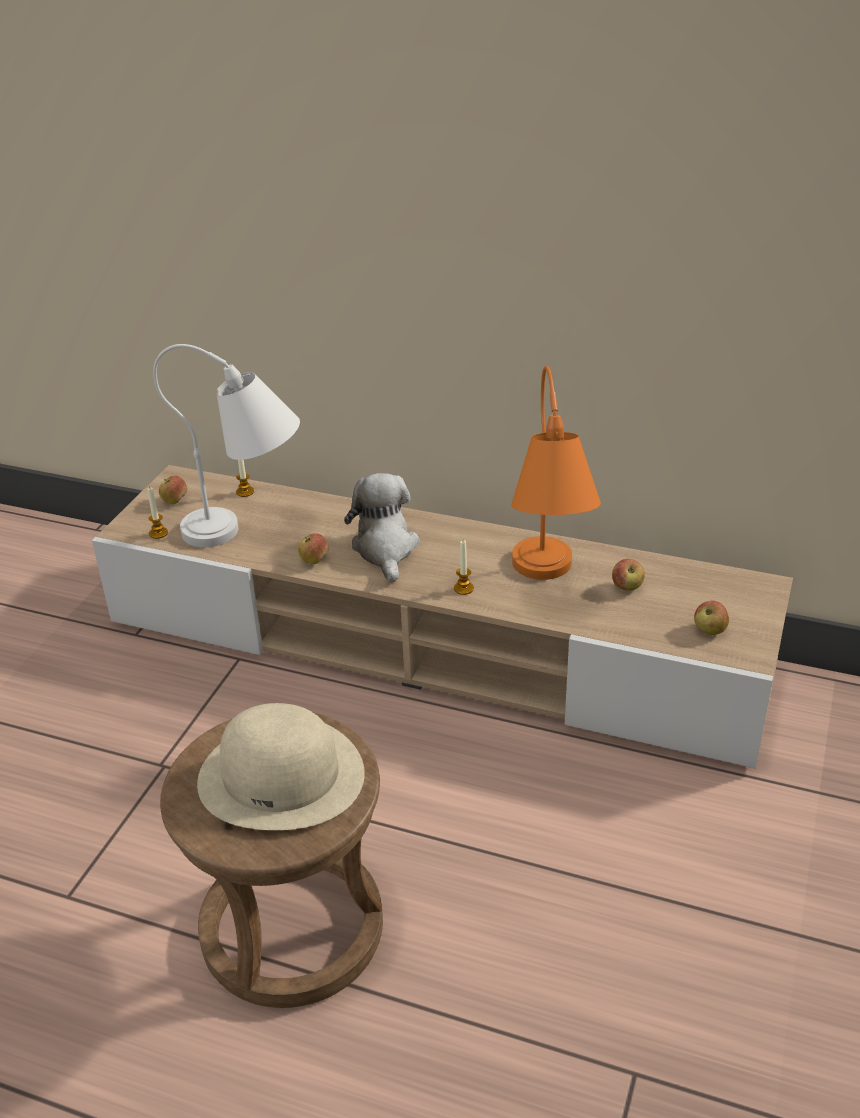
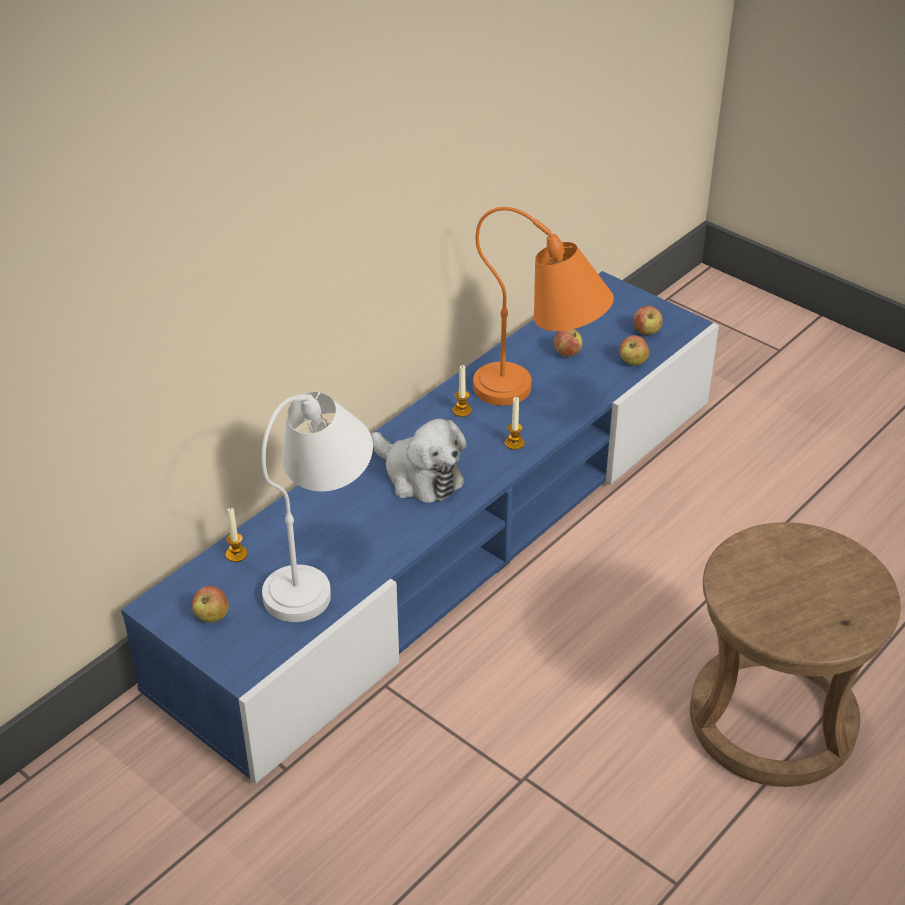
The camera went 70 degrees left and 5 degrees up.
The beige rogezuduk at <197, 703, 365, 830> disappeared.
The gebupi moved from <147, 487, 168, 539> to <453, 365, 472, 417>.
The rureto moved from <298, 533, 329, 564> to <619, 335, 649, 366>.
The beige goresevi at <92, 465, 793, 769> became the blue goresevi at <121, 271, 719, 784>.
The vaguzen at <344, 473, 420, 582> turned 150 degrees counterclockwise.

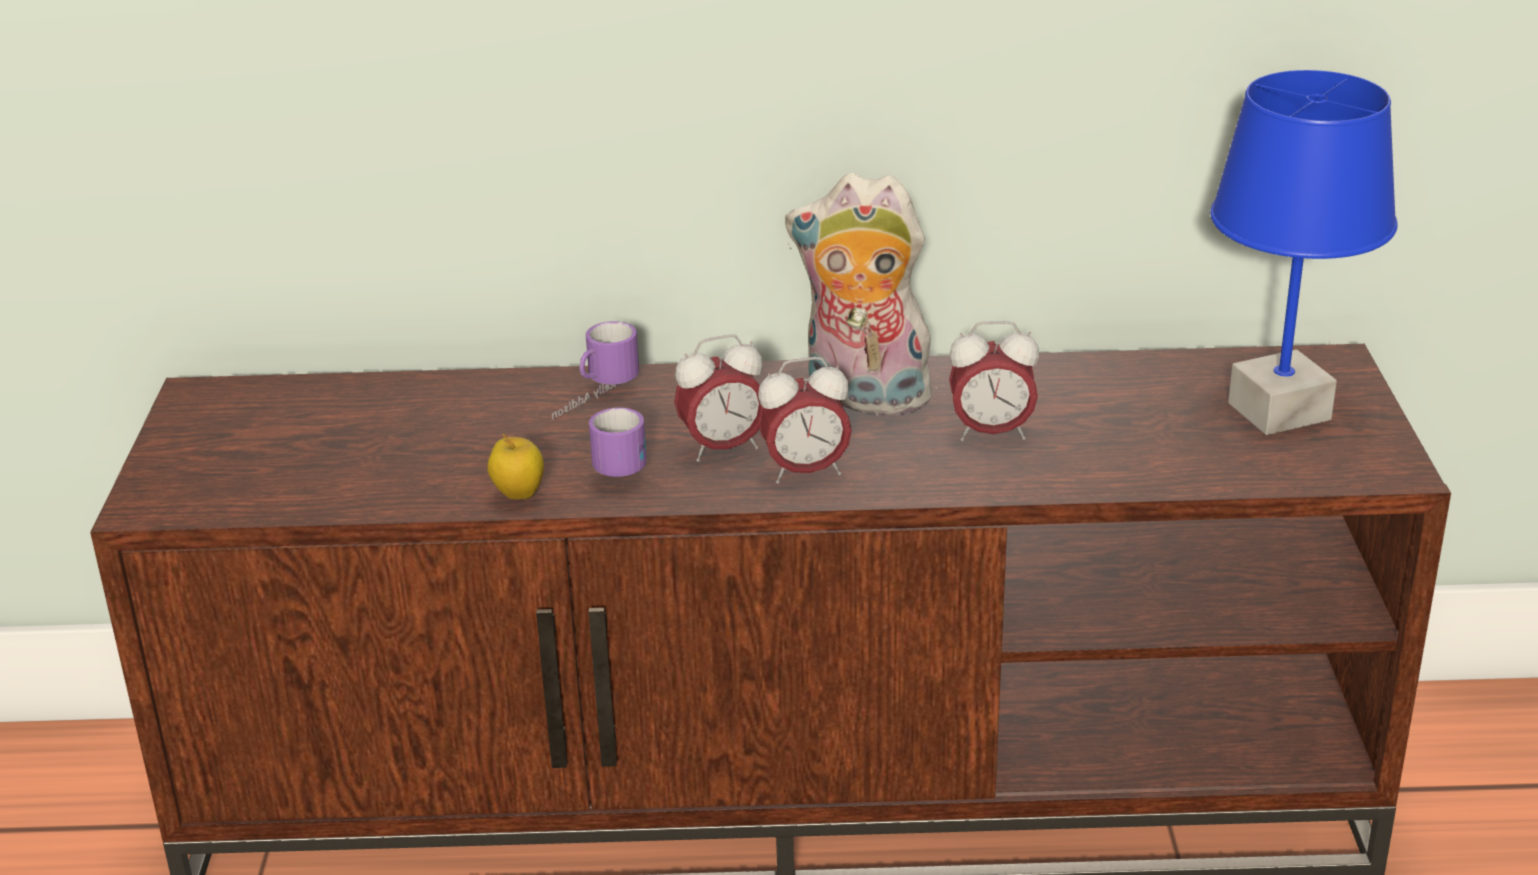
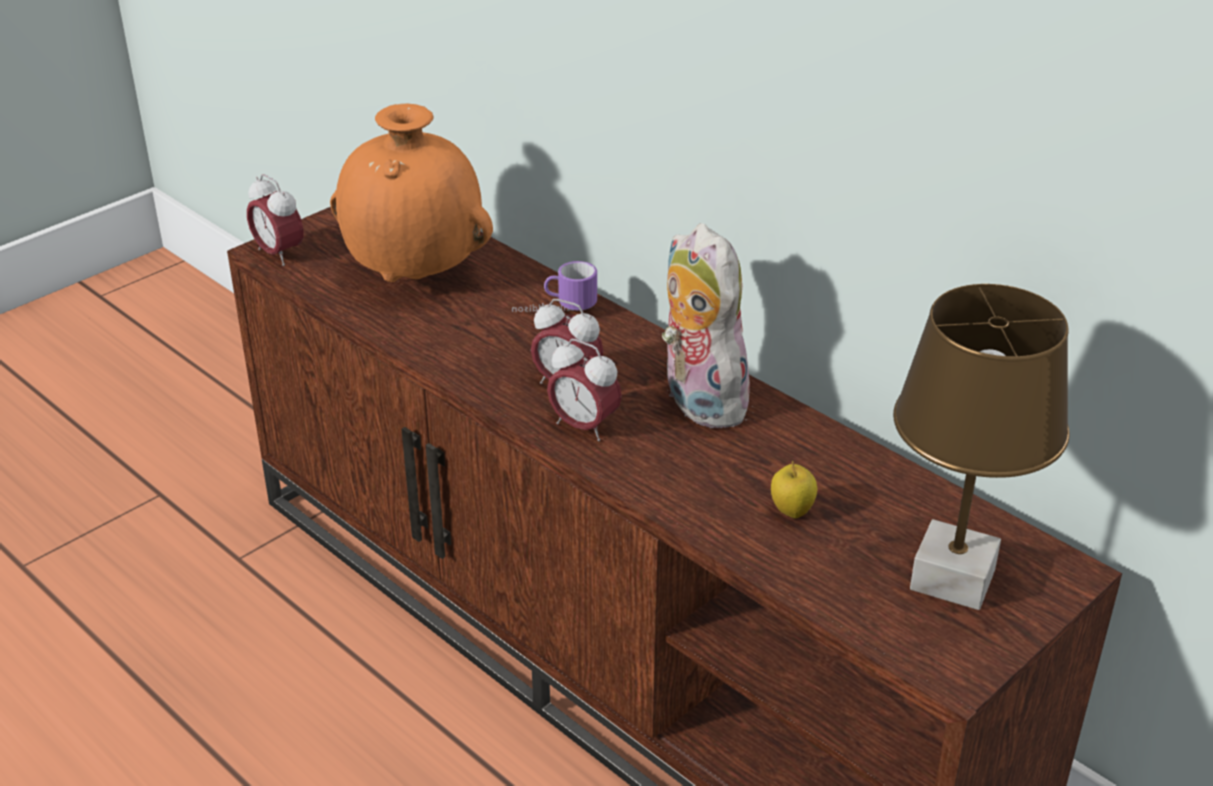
The camera went 45 degrees right and 5 degrees up.
The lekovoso at <589, 408, 646, 477> disappeared.
The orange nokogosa at <330, 103, 493, 282> appeared.
The rureto moved from <487, 434, 544, 499> to <771, 461, 817, 519>.
The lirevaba moved from <949, 321, 1039, 441> to <247, 174, 303, 266>.
The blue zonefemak at <1210, 70, 1397, 435> became the brown zonefemak at <893, 284, 1069, 610>.

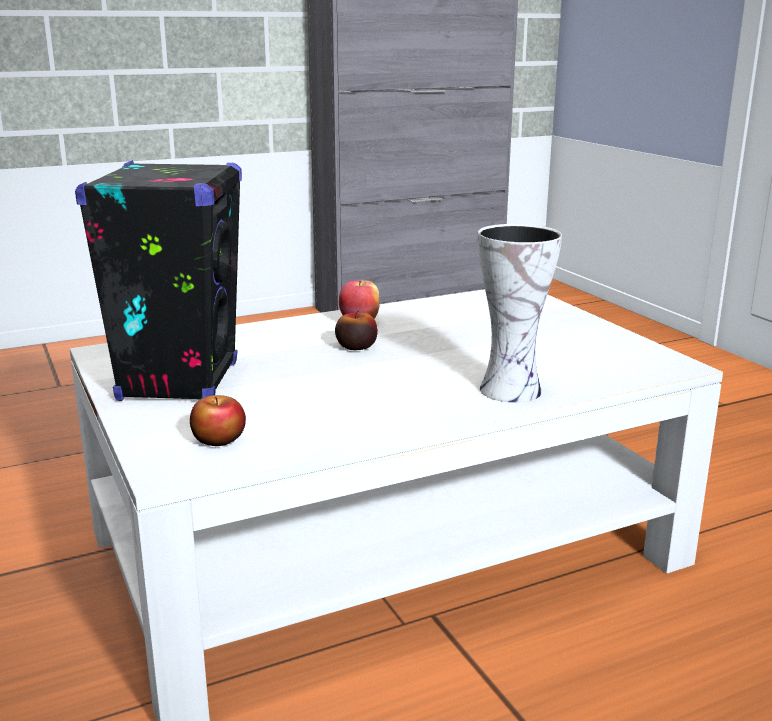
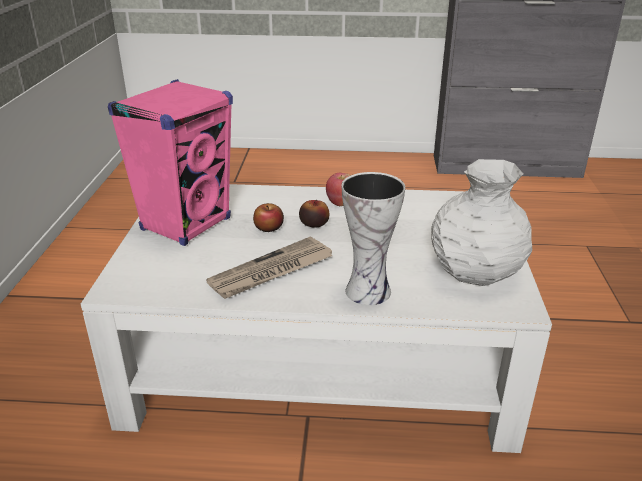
The camera went 30 degrees right and 10 degrees up.
The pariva at <206, 236, 333, 299> appeared.
The white nokogosa at <431, 159, 532, 286> appeared.
The rureto moved from <190, 395, 246, 446> to <253, 203, 284, 232>.
The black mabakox at <75, 160, 242, 401> became the pink mabakox at <108, 79, 233, 246>.

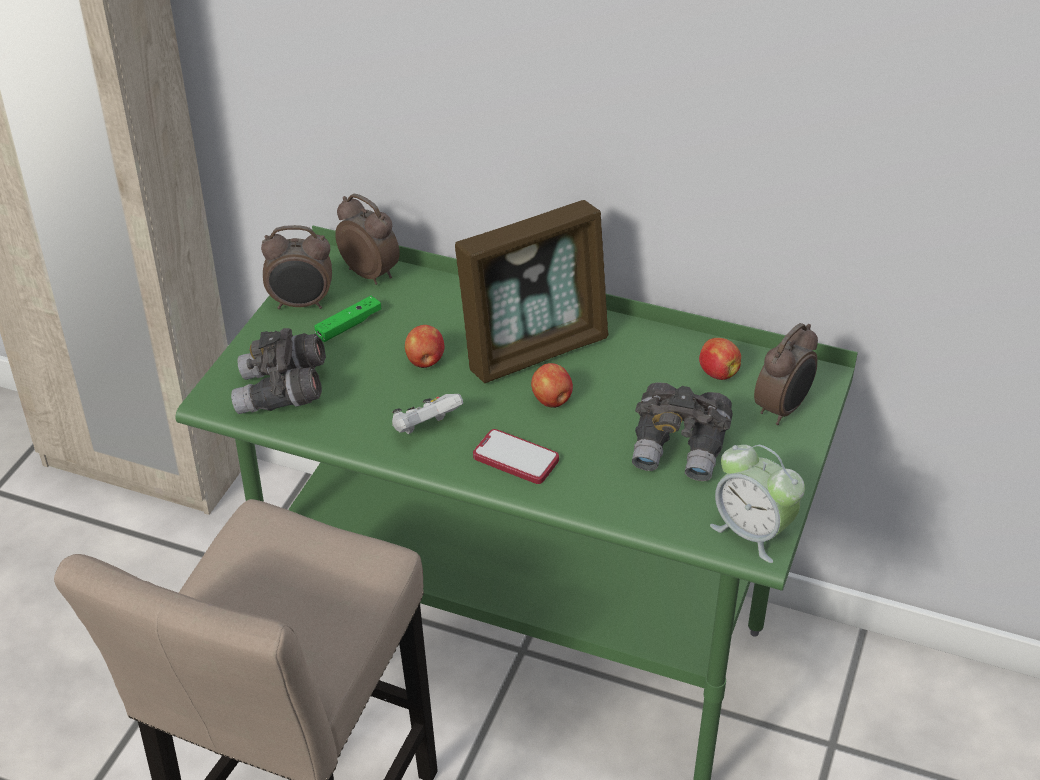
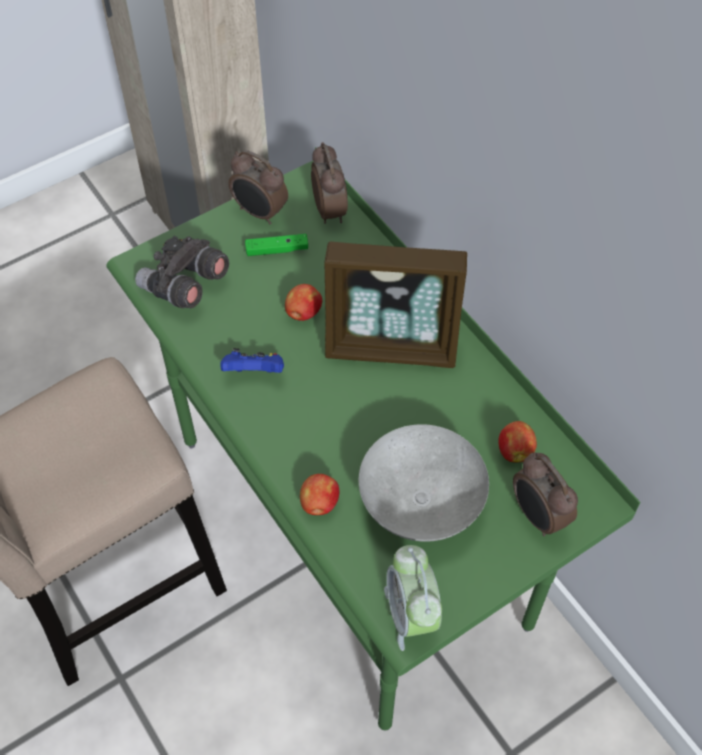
The camera went 35 degrees right and 15 degrees up.
The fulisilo at <473, 429, 559, 484> disappeared.
The rureto moved from <531, 363, 573, 408> to <300, 474, 339, 515>.
The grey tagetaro at <632, 382, 733, 481> was replaced by the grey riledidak at <359, 424, 489, 542>.
The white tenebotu at <392, 394, 463, 435> became the blue tenebotu at <220, 348, 284, 373>.
The lirevaba at <754, 323, 818, 425> turned 75 degrees clockwise.

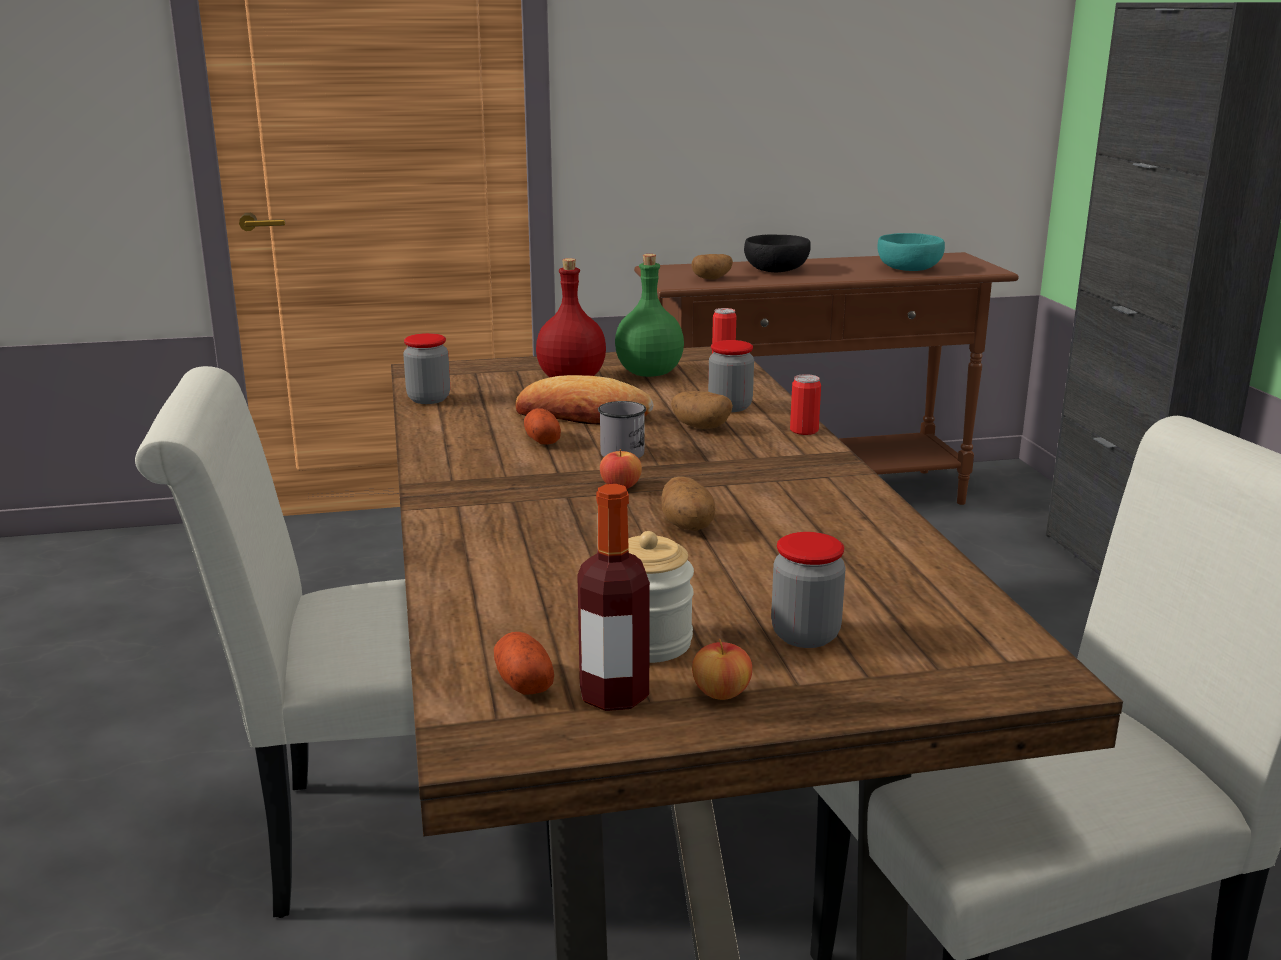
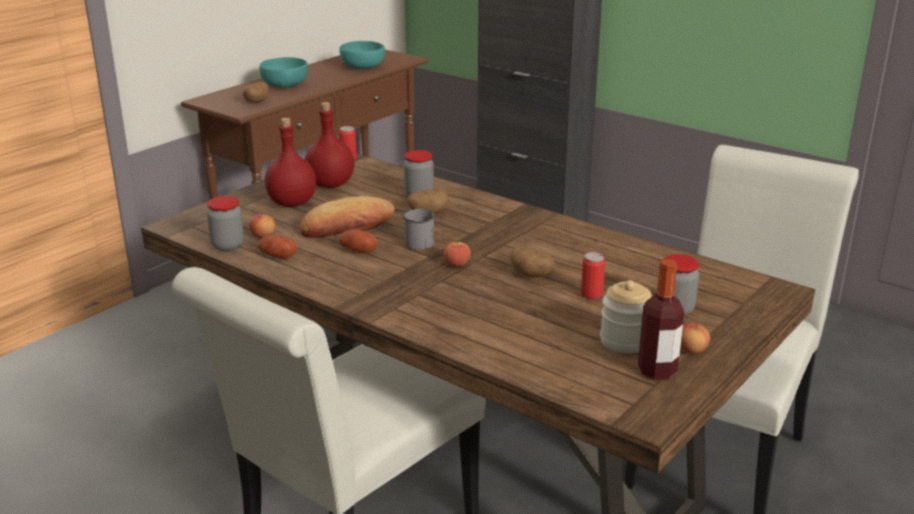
The camera went 40 degrees left and 5 degrees up.
The rureto at <249, 214, 275, 238> appeared.
The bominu moved from <494, 632, 554, 695> to <257, 235, 297, 259>.
The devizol moved from <790, 374, 821, 435> to <581, 252, 605, 299>.
The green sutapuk at <615, 254, 684, 377> became the red sutapuk at <305, 102, 354, 188>.
The black riledidak at <744, 235, 811, 272> became the turquoise riledidak at <259, 57, 308, 88>.

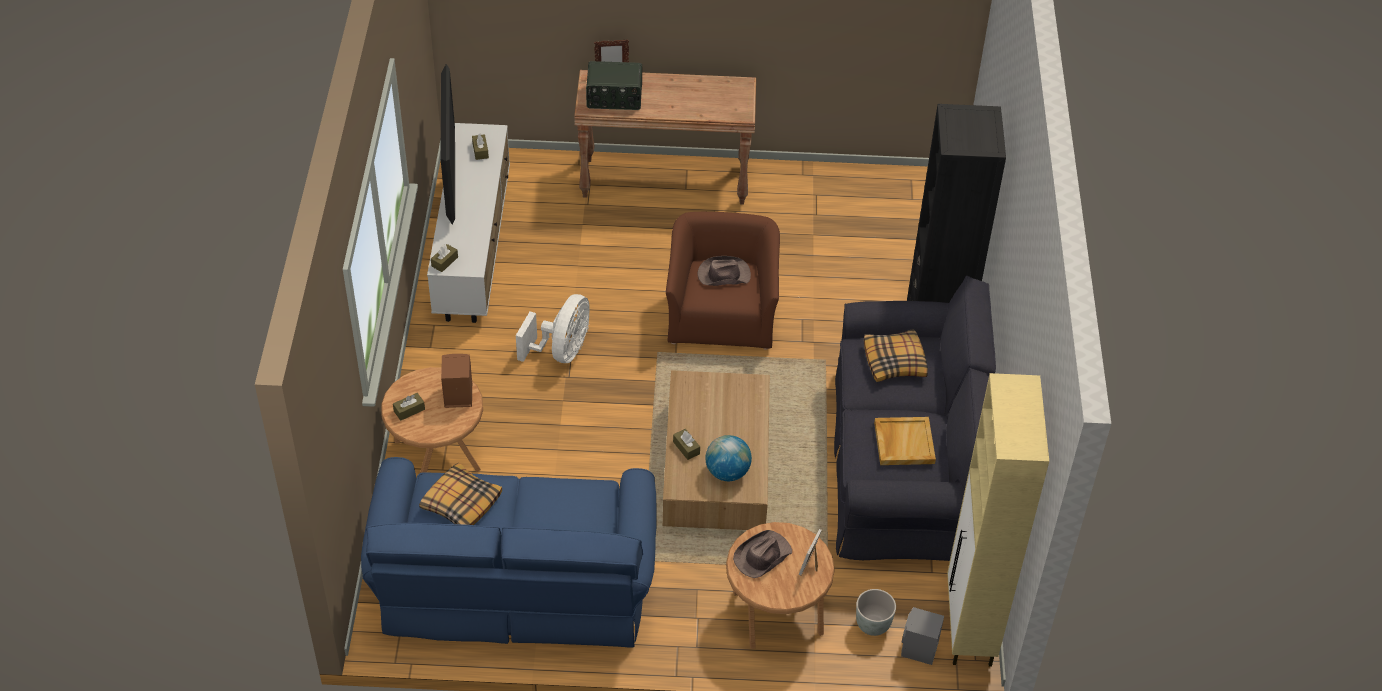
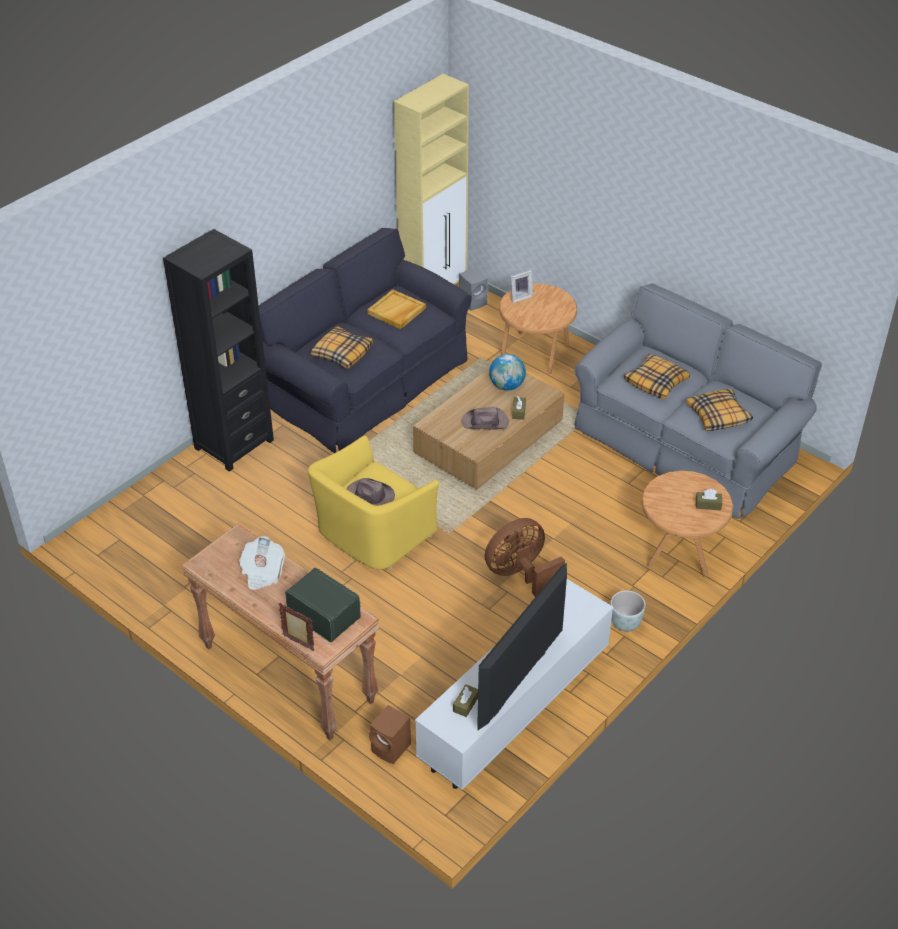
The camera went 140 degrees left and 5 degrees down.
The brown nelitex at <431, 244, 458, 272> disappeared.
The pariva at <239, 536, 285, 590> appeared.
The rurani at <624, 354, 690, 399> appeared.
The brown mabakox moved from <441, 354, 472, 408> to <369, 705, 411, 764>.
The brown rogezuduk moved from <733, 530, 792, 578> to <461, 406, 509, 430>.
The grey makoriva moved from <856, 589, 896, 636> to <611, 590, 646, 632>.
The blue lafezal at <361, 457, 657, 648> became the grey lafezal at <574, 283, 822, 519>.
The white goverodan at <516, 294, 590, 363> became the brown goverodan at <485, 518, 565, 597>.
The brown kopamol at <666, 212, 780, 350> became the yellow kopamol at <308, 436, 439, 569>.

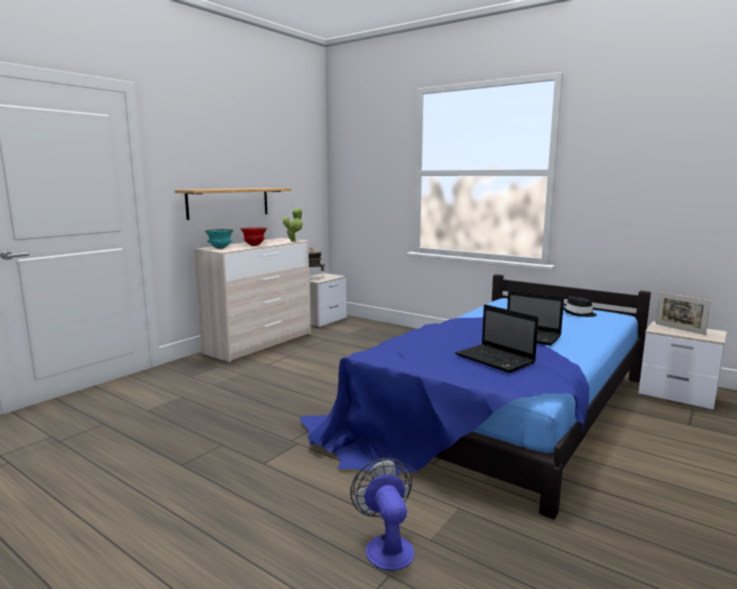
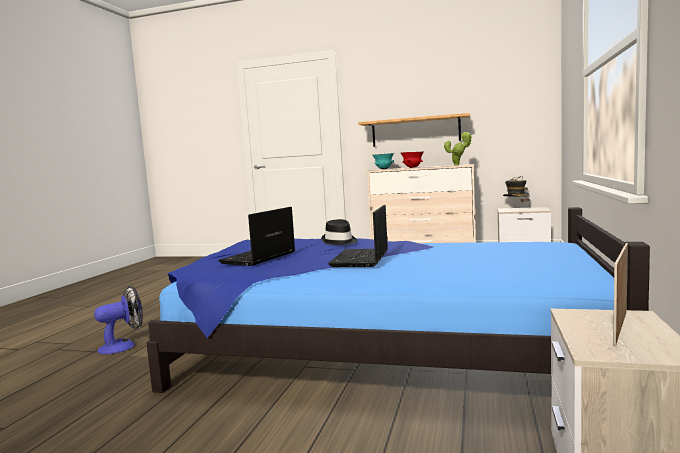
The camera went 70 degrees right and 5 degrees down.
The black rogezuduk moved from <563, 296, 597, 317> to <321, 219, 357, 245>.

